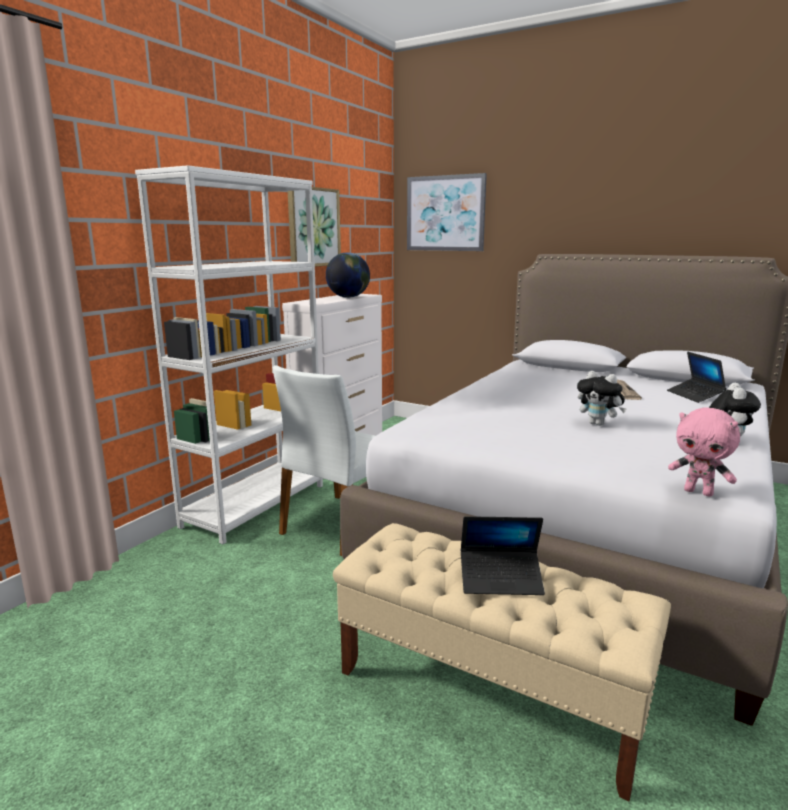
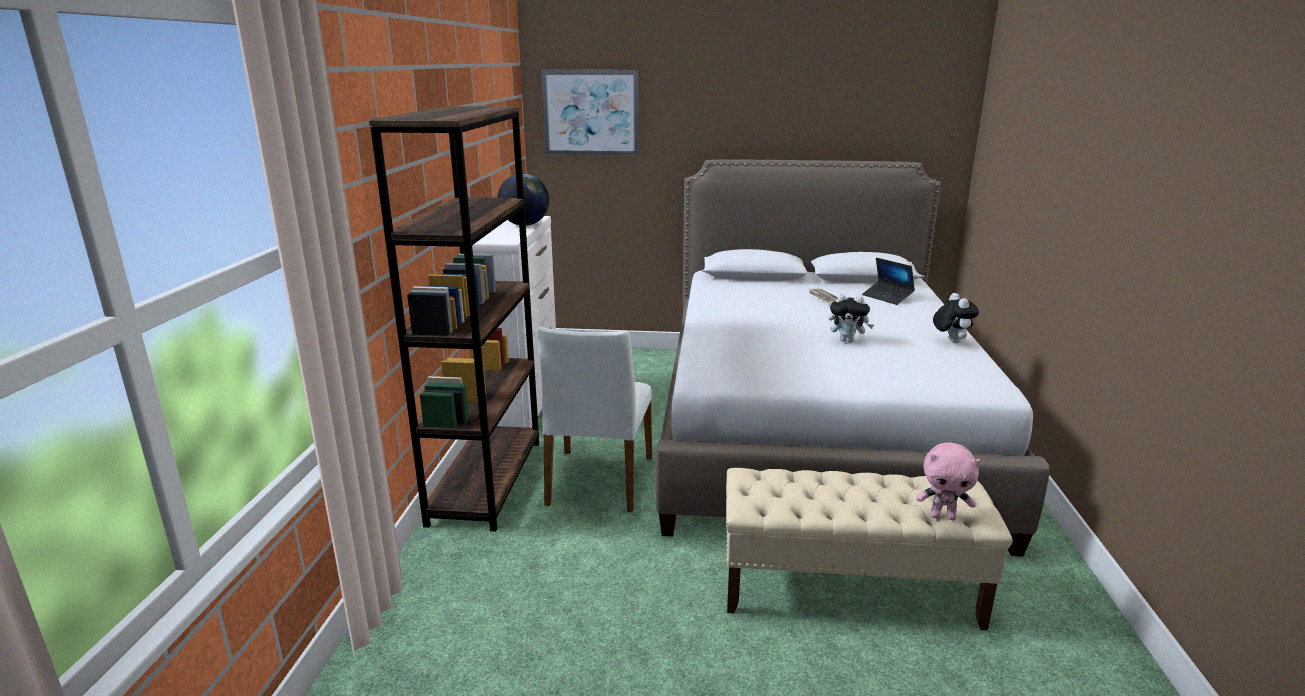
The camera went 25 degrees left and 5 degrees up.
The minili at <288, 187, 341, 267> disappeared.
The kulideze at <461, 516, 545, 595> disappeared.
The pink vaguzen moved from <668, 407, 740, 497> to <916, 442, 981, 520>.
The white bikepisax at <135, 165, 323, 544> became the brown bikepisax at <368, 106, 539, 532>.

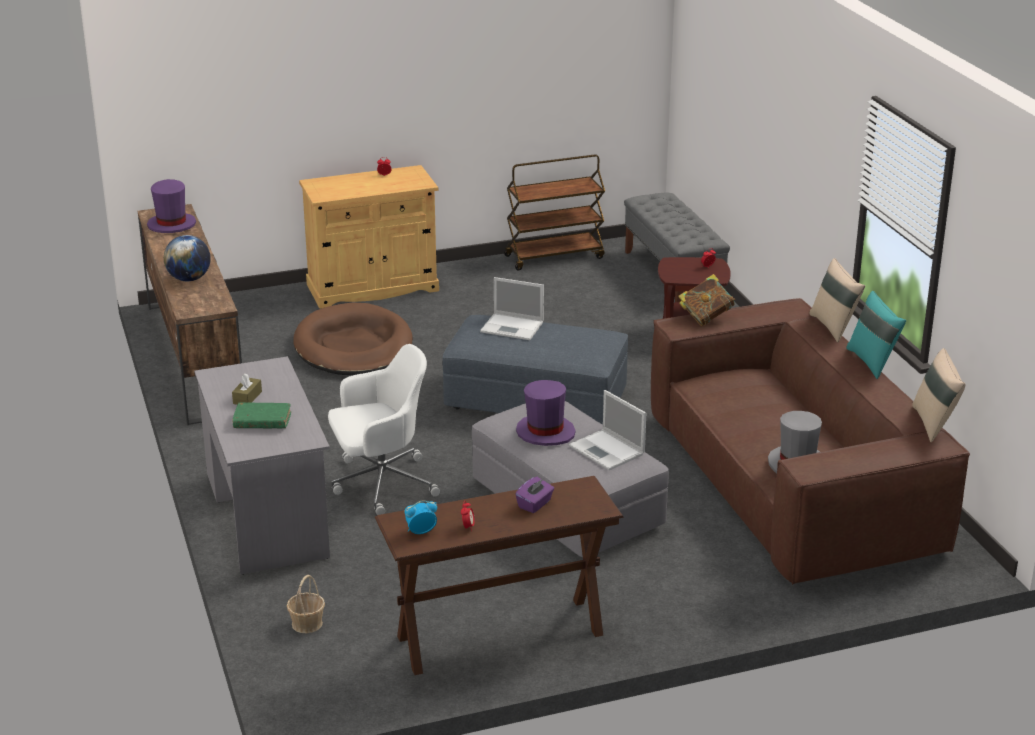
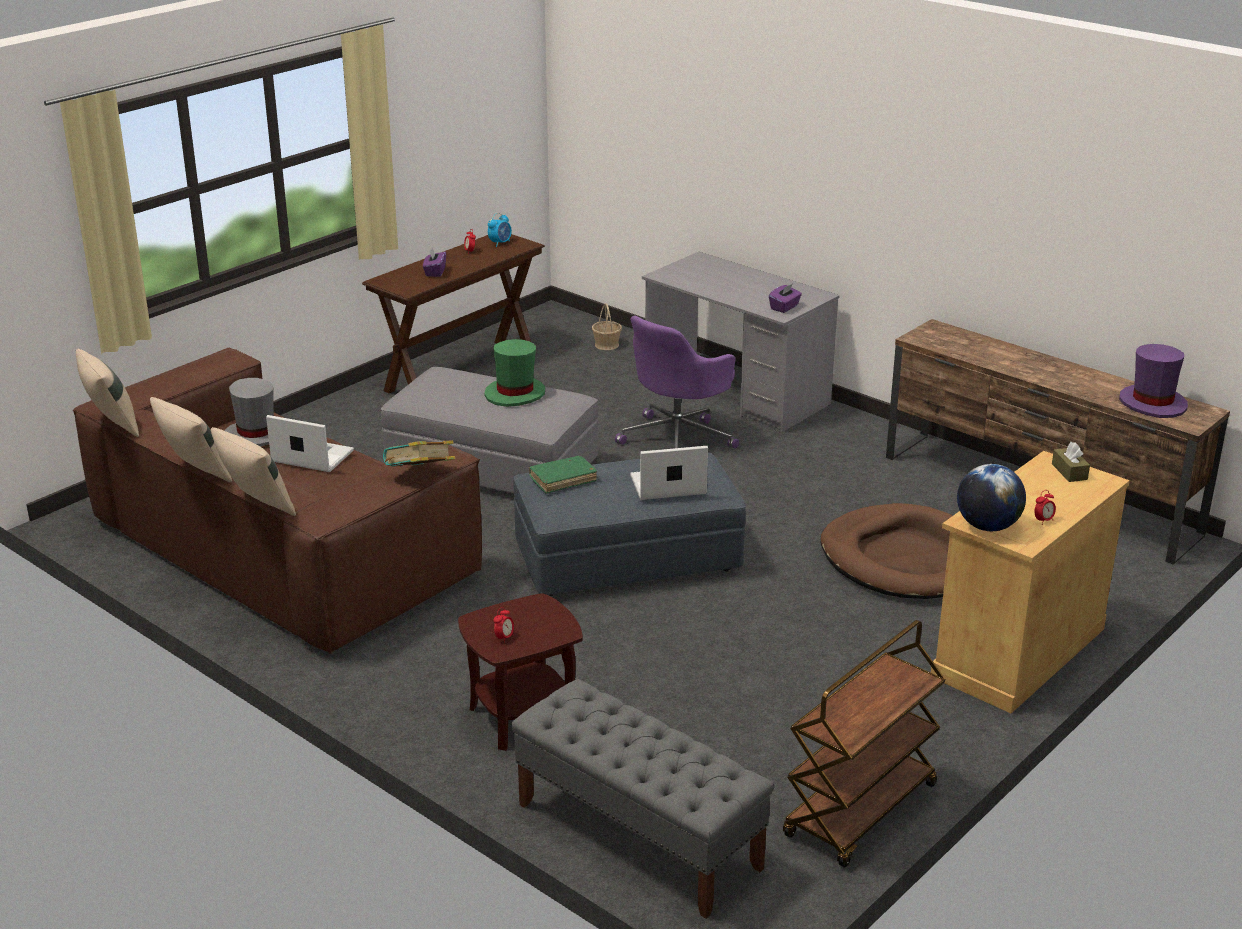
The camera went 150 degrees right and 0 degrees up.
The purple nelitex at <769, 284, 802, 313> appeared.
The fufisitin moved from <164, 235, 211, 281> to <957, 464, 1026, 531>.
The brown nelitex moved from <232, 373, 262, 405> to <1052, 442, 1090, 482>.
The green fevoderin moved from <232, 402, 291, 428> to <529, 456, 597, 494>.
The kulideze moved from <569, 390, 646, 470> to <266, 415, 354, 472>.
The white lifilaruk at <328, 344, 440, 515> became the purple lifilaruk at <615, 316, 739, 449>.
The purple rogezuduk at <516, 380, 576, 446> became the green rogezuduk at <484, 339, 545, 407>.
The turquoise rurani at <846, 291, 906, 379> became the beige rurani at <150, 397, 232, 483>.

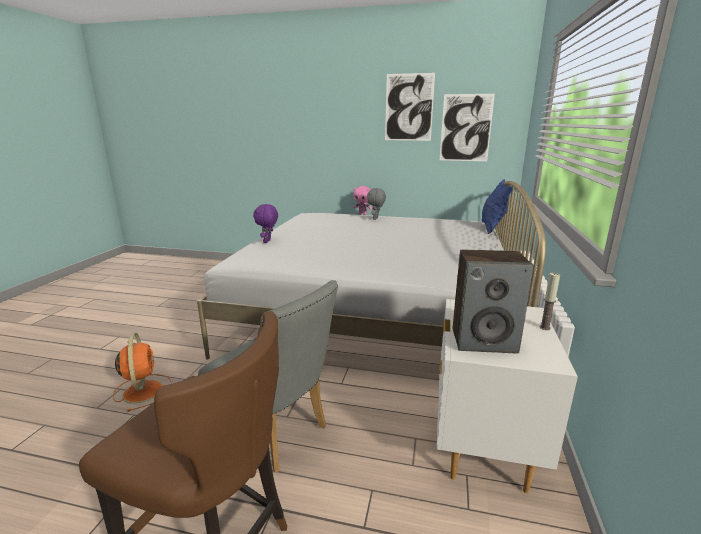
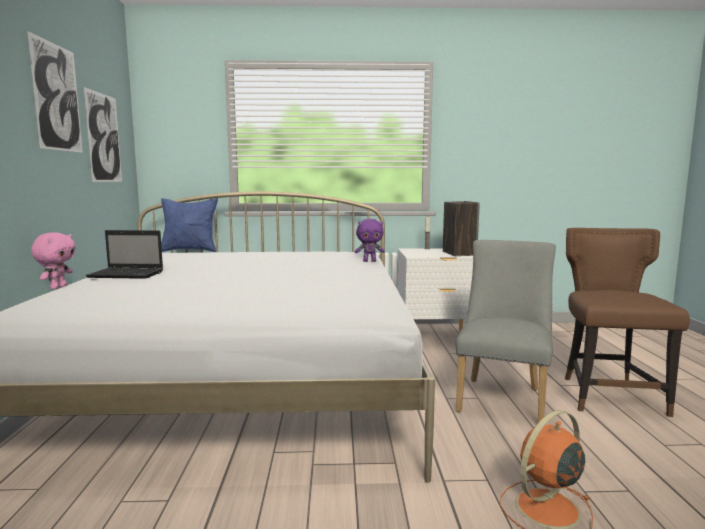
The camera went 105 degrees left and 10 degrees down.
The purple vaguzen moved from <253, 204, 278, 243> to <355, 219, 385, 262>.
The grey vaguzen at <367, 188, 386, 220> was replaced by the kulideze at <86, 230, 163, 279>.

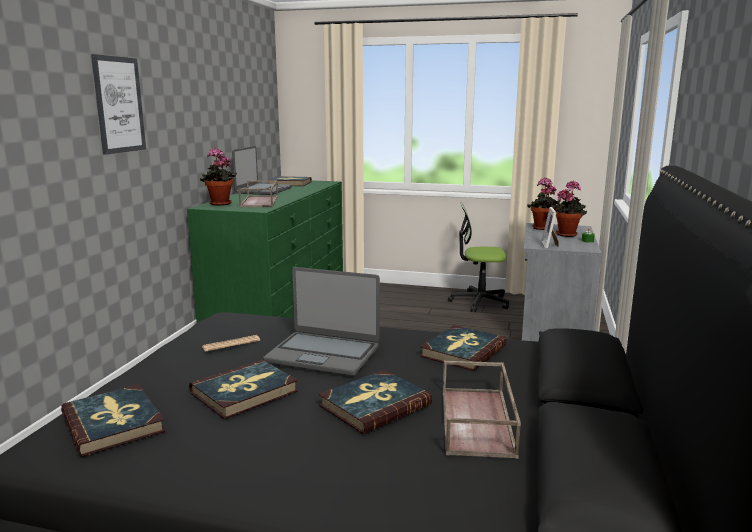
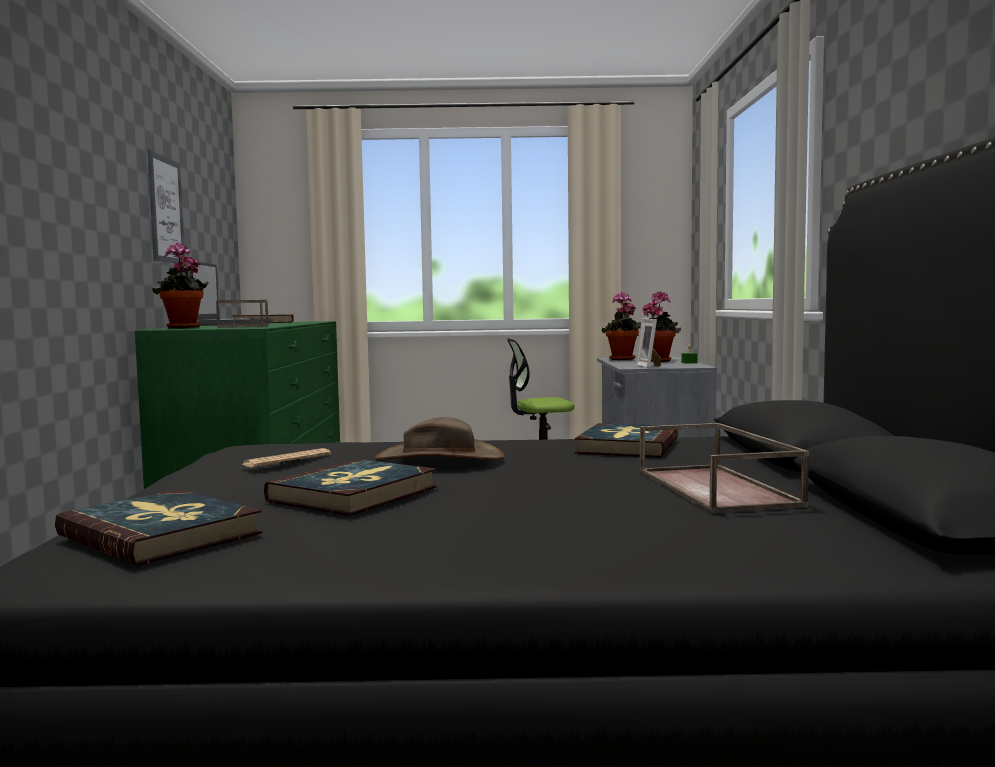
The camera went 15 degrees left and 10 degrees down.
The fevoderin at <319, 370, 432, 434> disappeared.
The minili moved from <91, 54, 146, 155> to <147, 150, 185, 264>.
The kulideze at <263, 267, 380, 376> was replaced by the brown rogezuduk at <374, 417, 505, 460>.

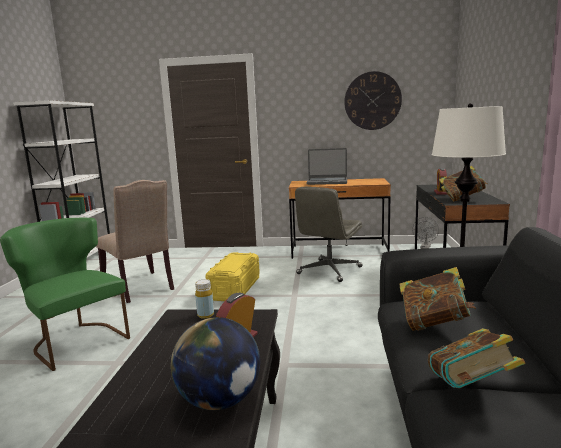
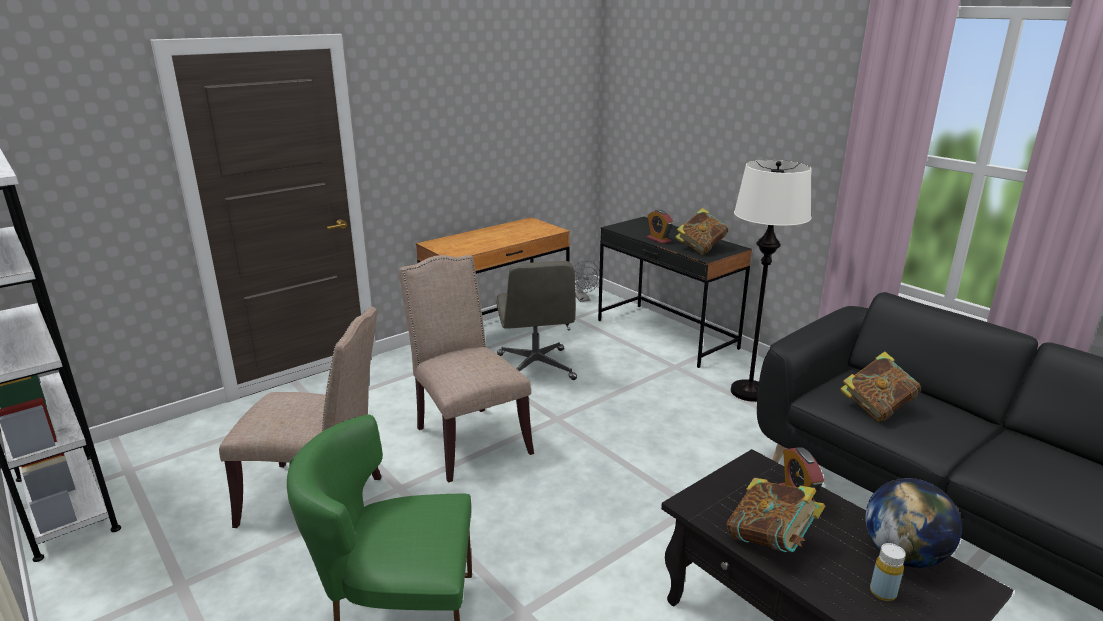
The camera went 45 degrees left and 10 degrees up.
The kulideze at <306, 148, 347, 185> disappeared.
The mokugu at <344, 71, 402, 130> disappeared.
The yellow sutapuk moved from <195, 279, 214, 319> to <870, 543, 906, 601>.
The fevoderin moved from <428, 328, 525, 388> to <727, 478, 825, 552>.
The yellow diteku at <205, 252, 260, 301> was replaced by the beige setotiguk at <399, 255, 534, 483>.

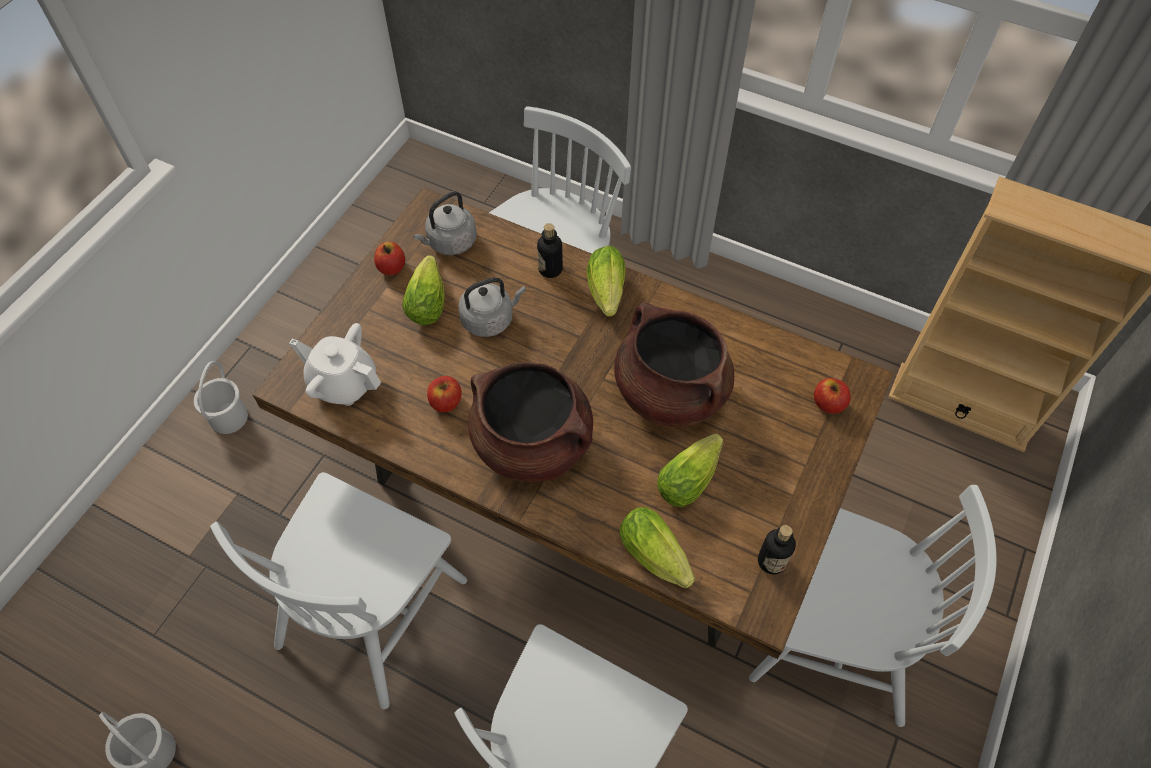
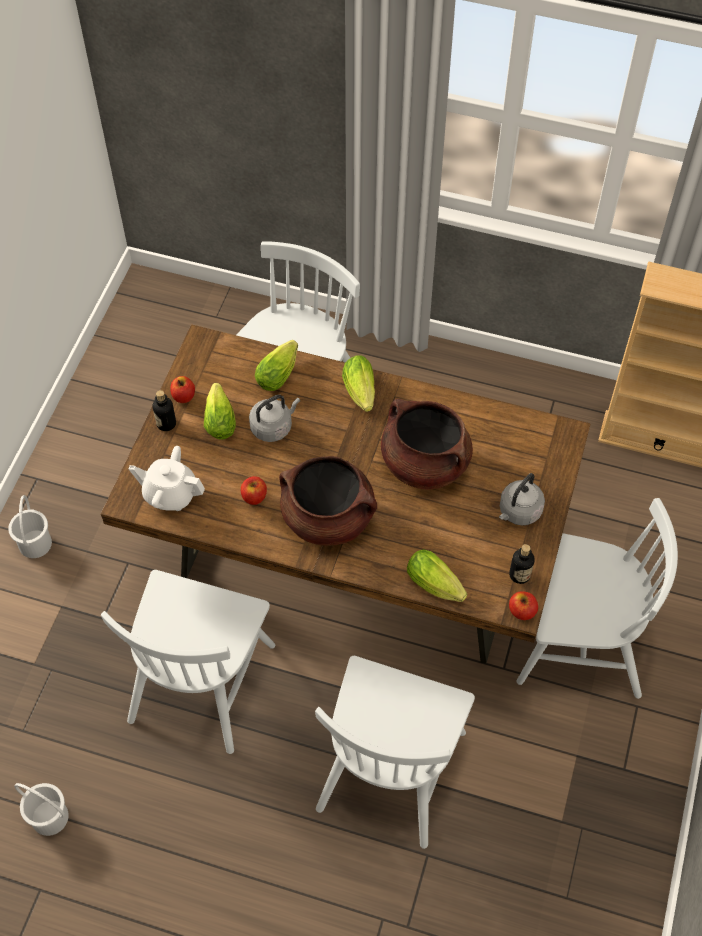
The camera went 10 degrees left and 0 degrees up.
The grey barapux moved from <413, 191, 477, 255> to <499, 473, 545, 525>.
The sutapuk moved from <537, 223, 563, 278> to <152, 390, 176, 431>.
The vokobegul moved from <657, 434, 723, 507> to <255, 340, 298, 391>.
The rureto moved from <814, 378, 850, 414> to <509, 591, 538, 620>.

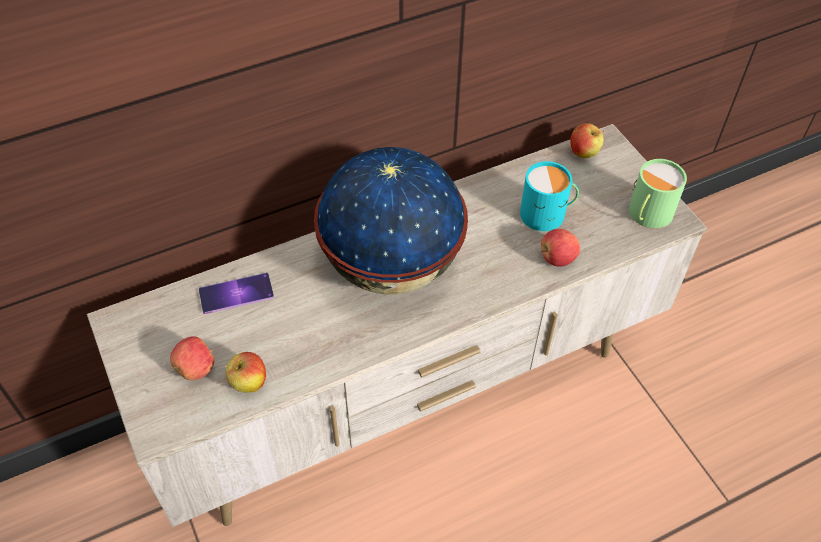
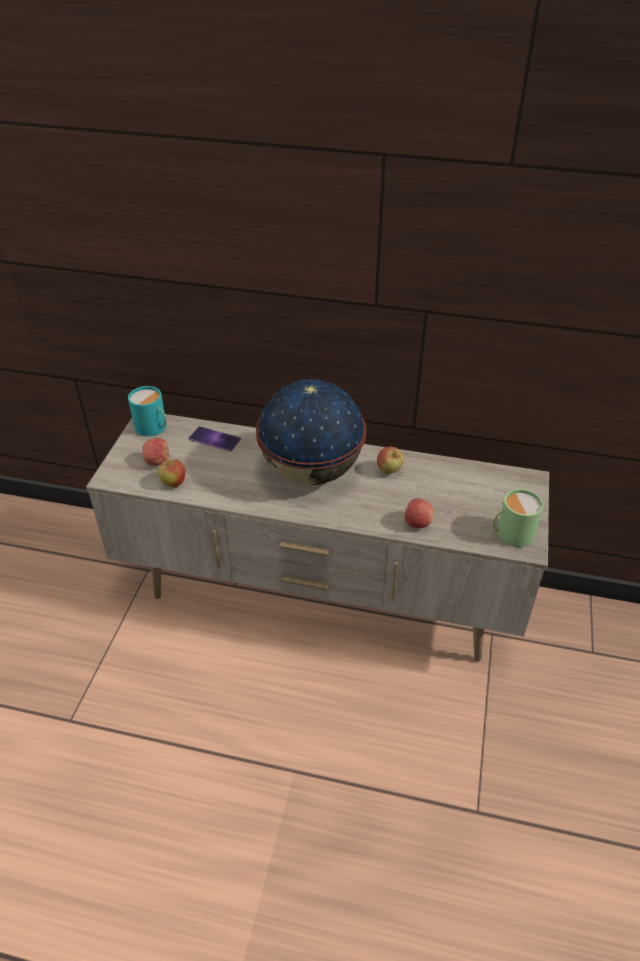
The camera went 40 degrees right and 10 degrees down.
The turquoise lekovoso moved from <520, 161, 579, 231> to <128, 386, 167, 436>.
The rureto moved from <570, 123, 605, 158> to <377, 447, 404, 474>.

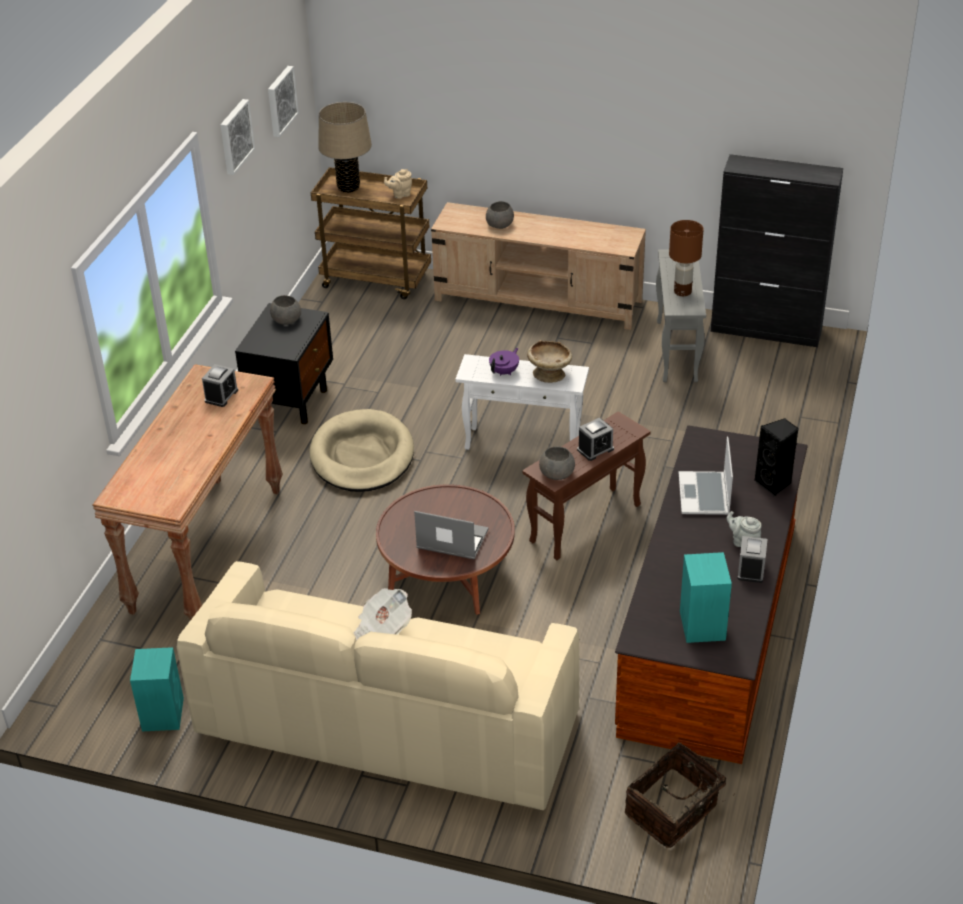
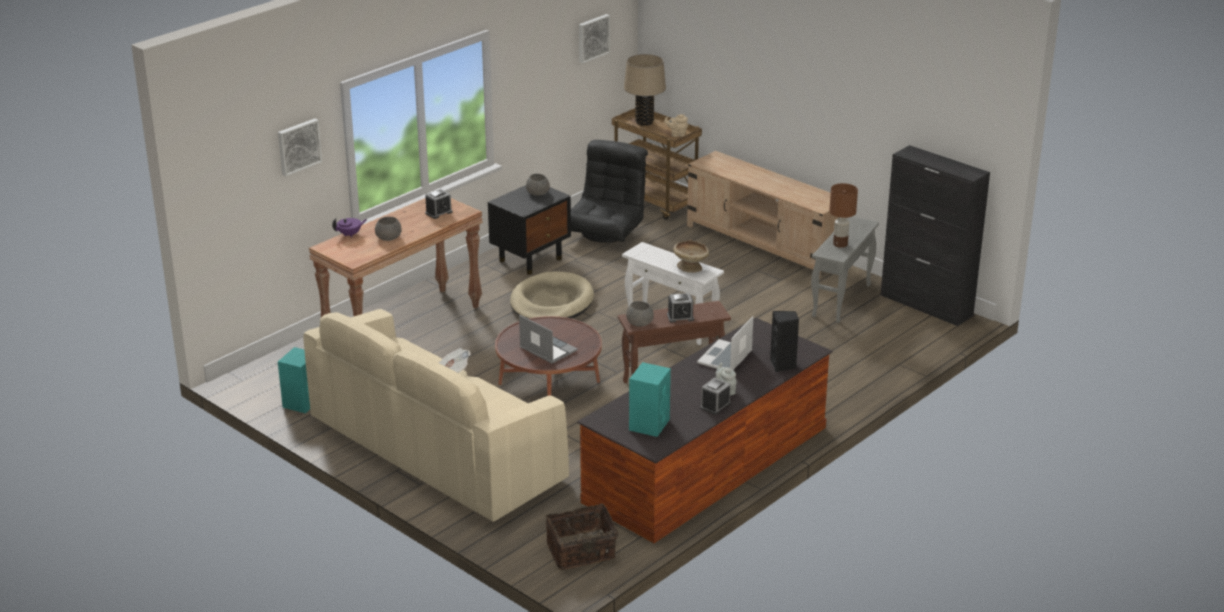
The camera went 25 degrees right and 10 degrees down.
The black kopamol at <571, 140, 648, 243> appeared.
The minili moved from <220, 99, 255, 175> to <278, 119, 322, 176>.
The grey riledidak moved from <486, 201, 514, 229> to <375, 217, 401, 241>.
The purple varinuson moved from <489, 348, 519, 376> to <332, 218, 367, 237>.

